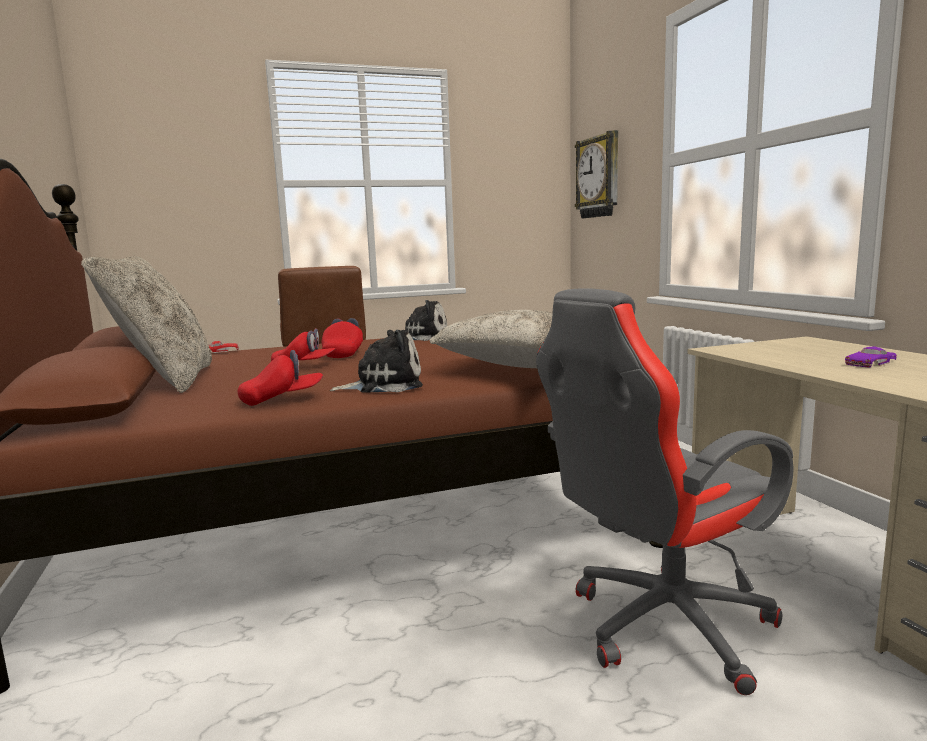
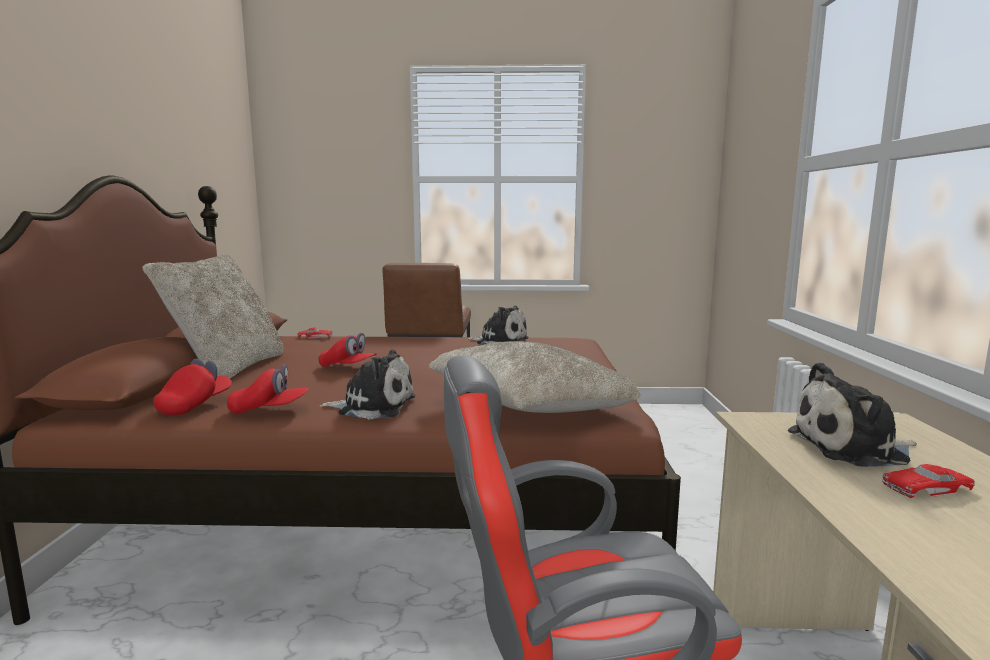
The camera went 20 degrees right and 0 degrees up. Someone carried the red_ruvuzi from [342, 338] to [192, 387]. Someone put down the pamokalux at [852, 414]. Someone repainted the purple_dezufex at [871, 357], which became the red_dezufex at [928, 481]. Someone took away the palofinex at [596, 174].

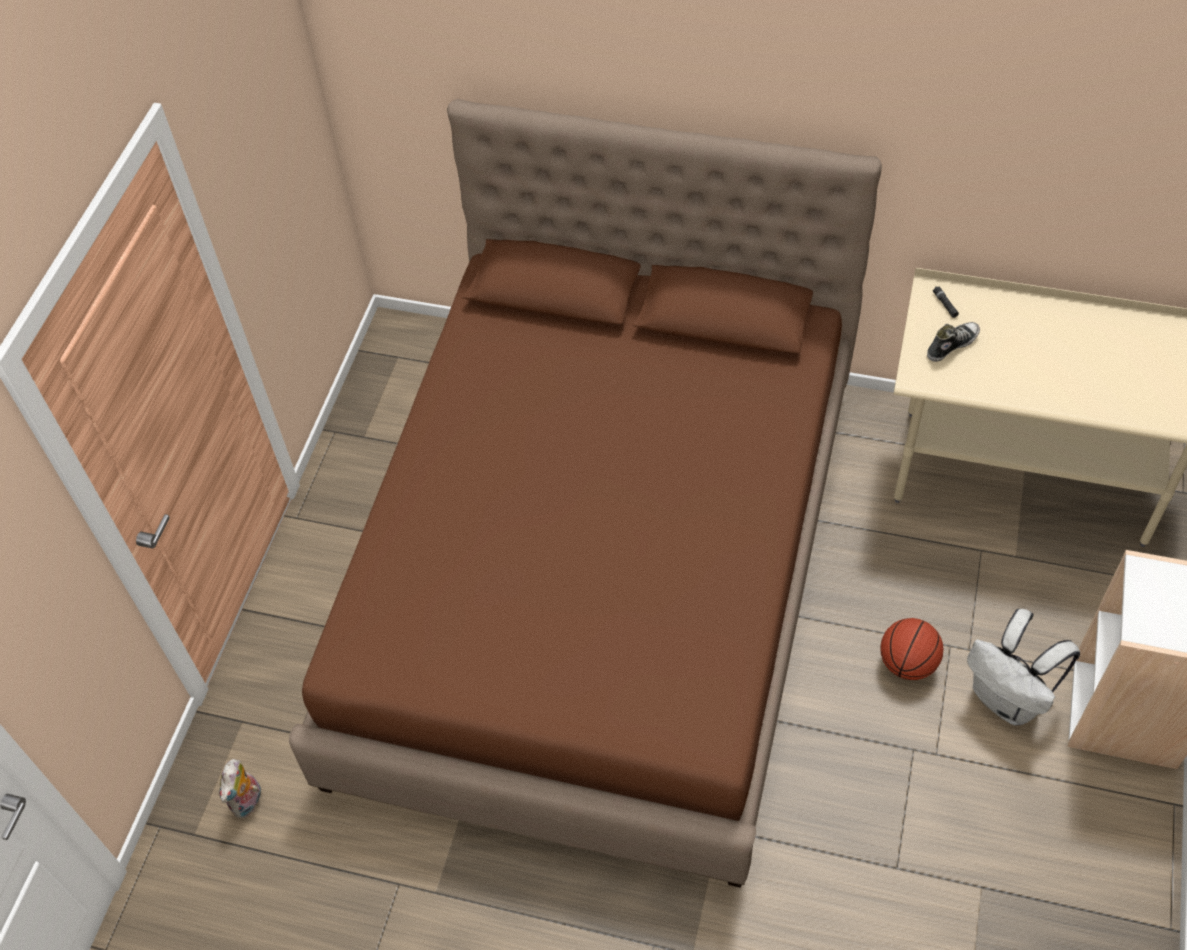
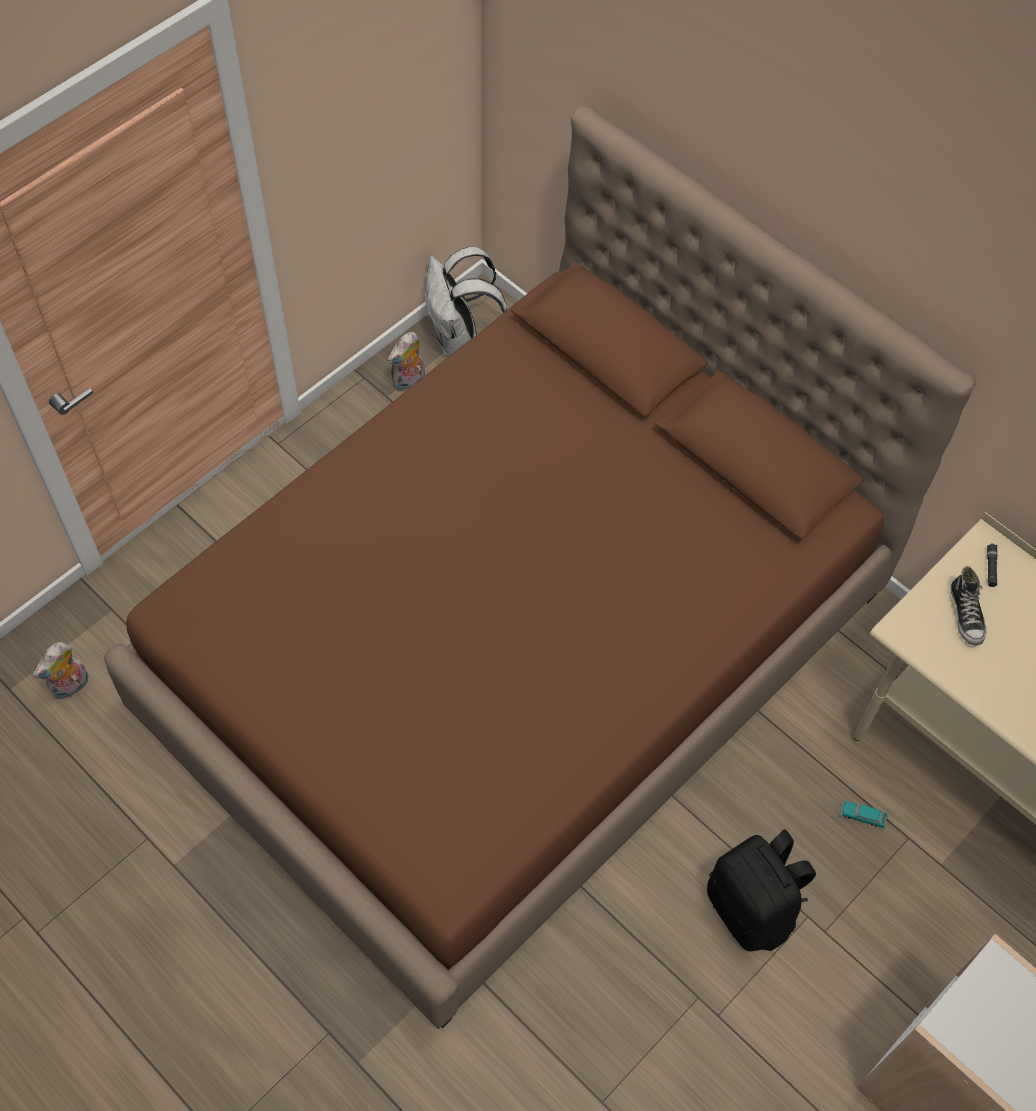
The camera went 25 degrees right and 5 degrees up. Someone put down the pamokalux at [406, 362]. Someone carried the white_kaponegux from [1023, 667] to [466, 301]. Someone swapped the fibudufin at [912, 649] for the black_kaponegux at [761, 890]. Someone put down the dezufex at [863, 815]. Someone rotated the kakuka at [953, 342] by 90 degrees clockwise.

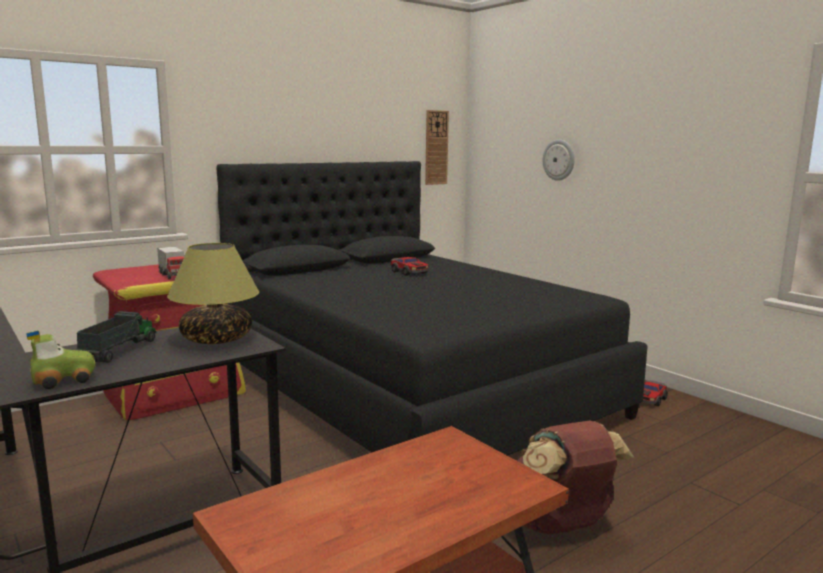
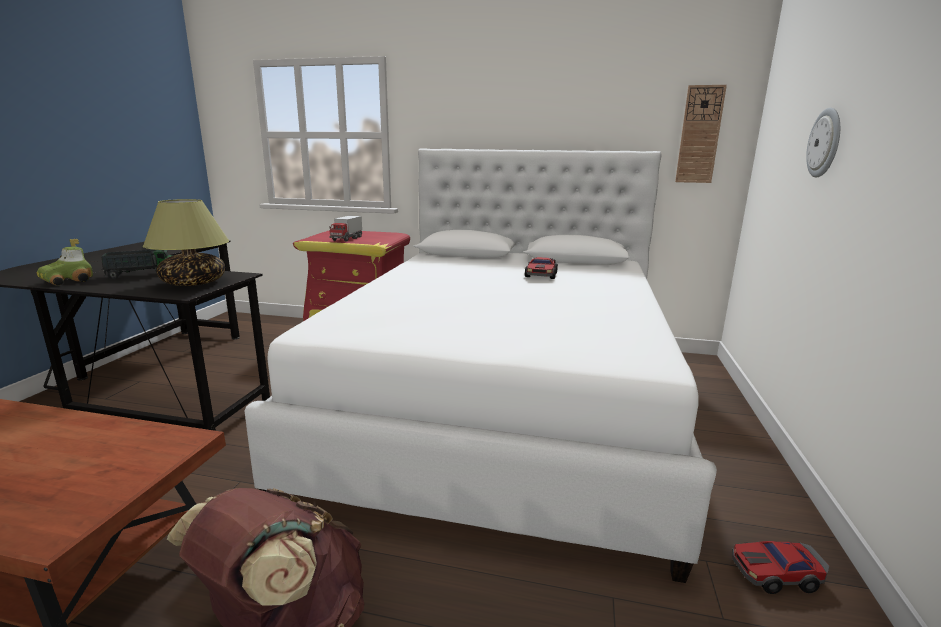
The camera went 50 degrees right and 5 degrees up. Someone rotated the dezufex at [61, 359] by 105 degrees clockwise. Someone repainted the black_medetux at [432, 308], which became the white_medetux at [481, 365].

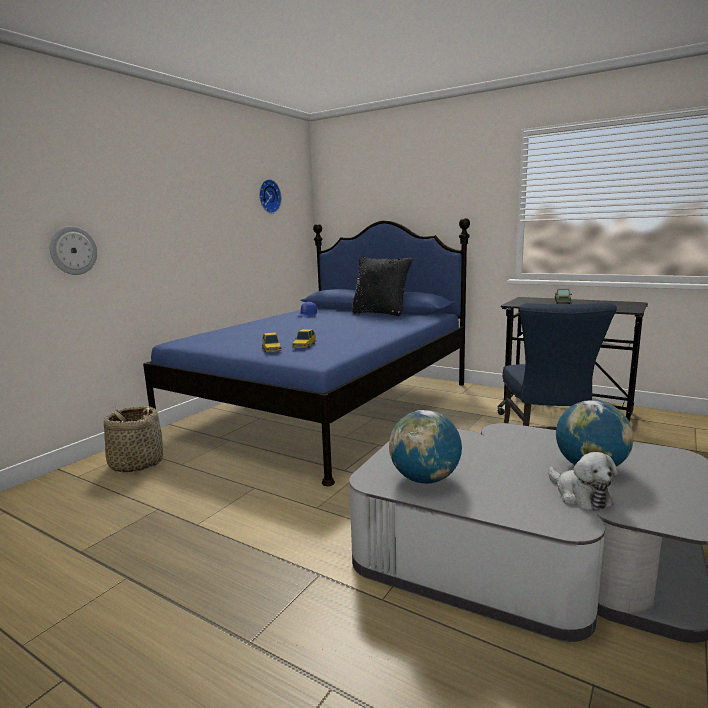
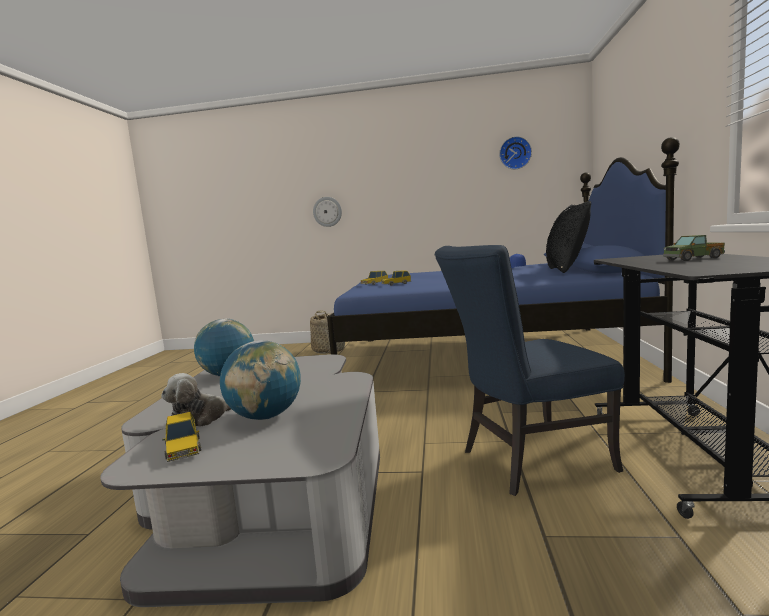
The camera went 65 degrees right and 5 degrees down. Someone put down the dezufex at [181, 437].

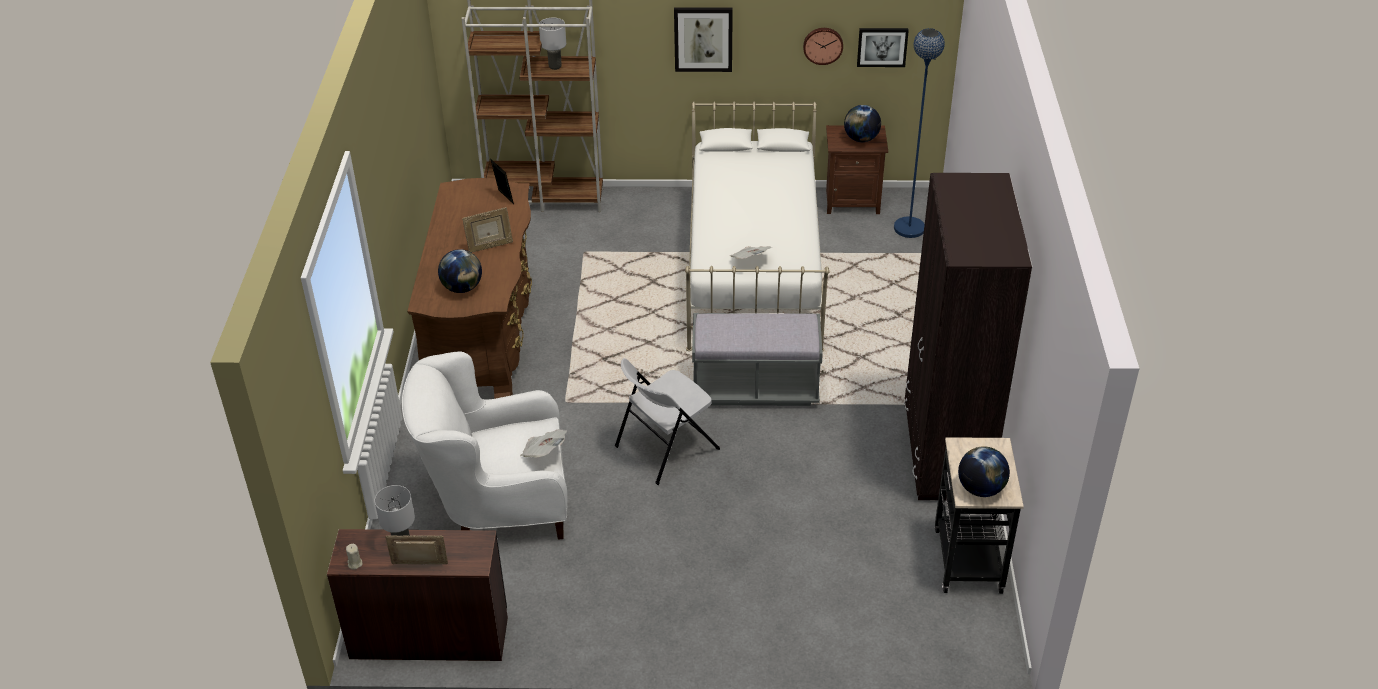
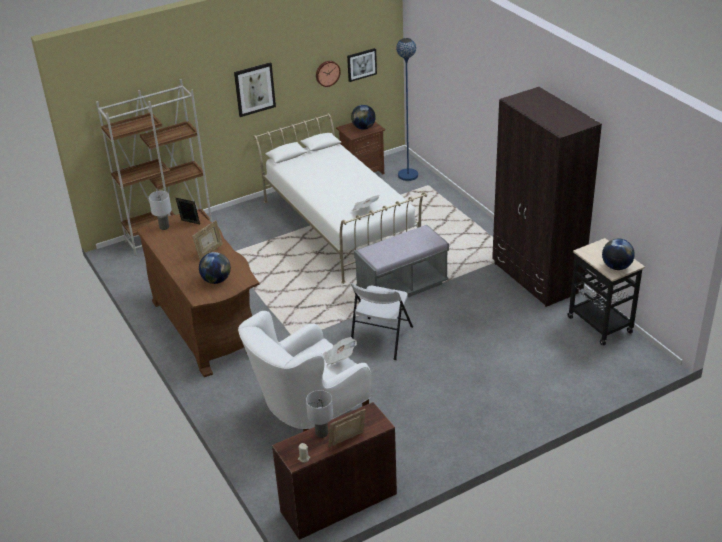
The camera went 30 degrees left and 5 degrees down. Someone carried the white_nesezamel from [552, 44] to [160, 210].

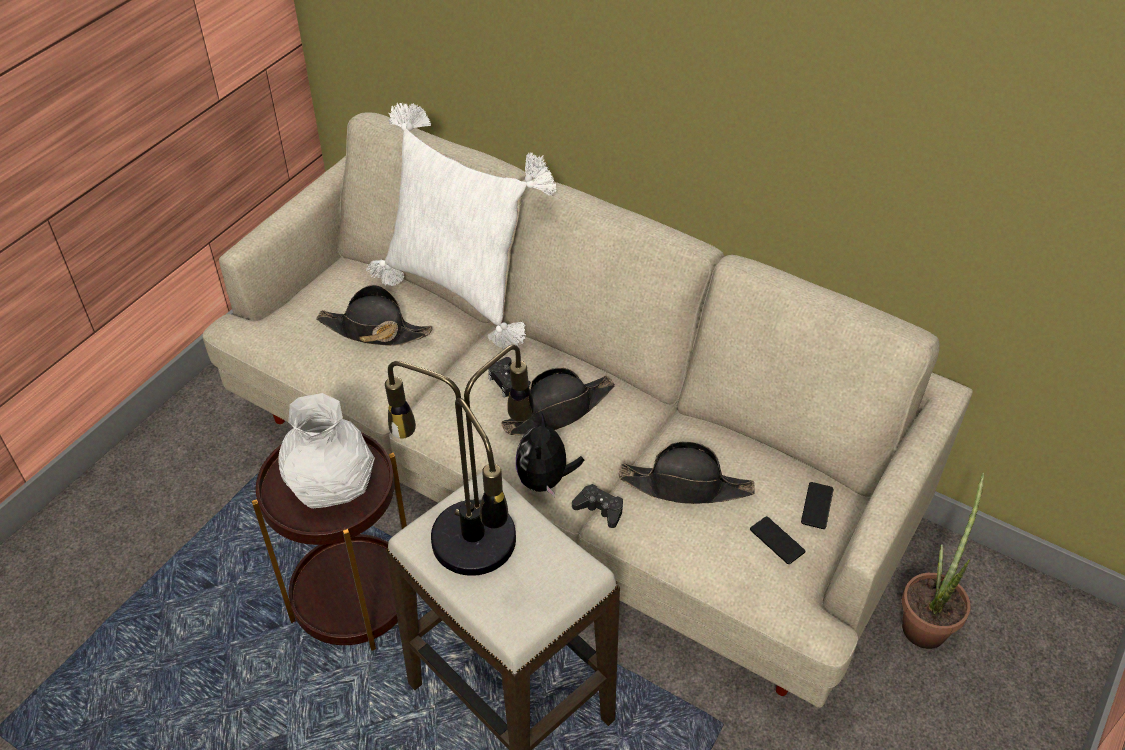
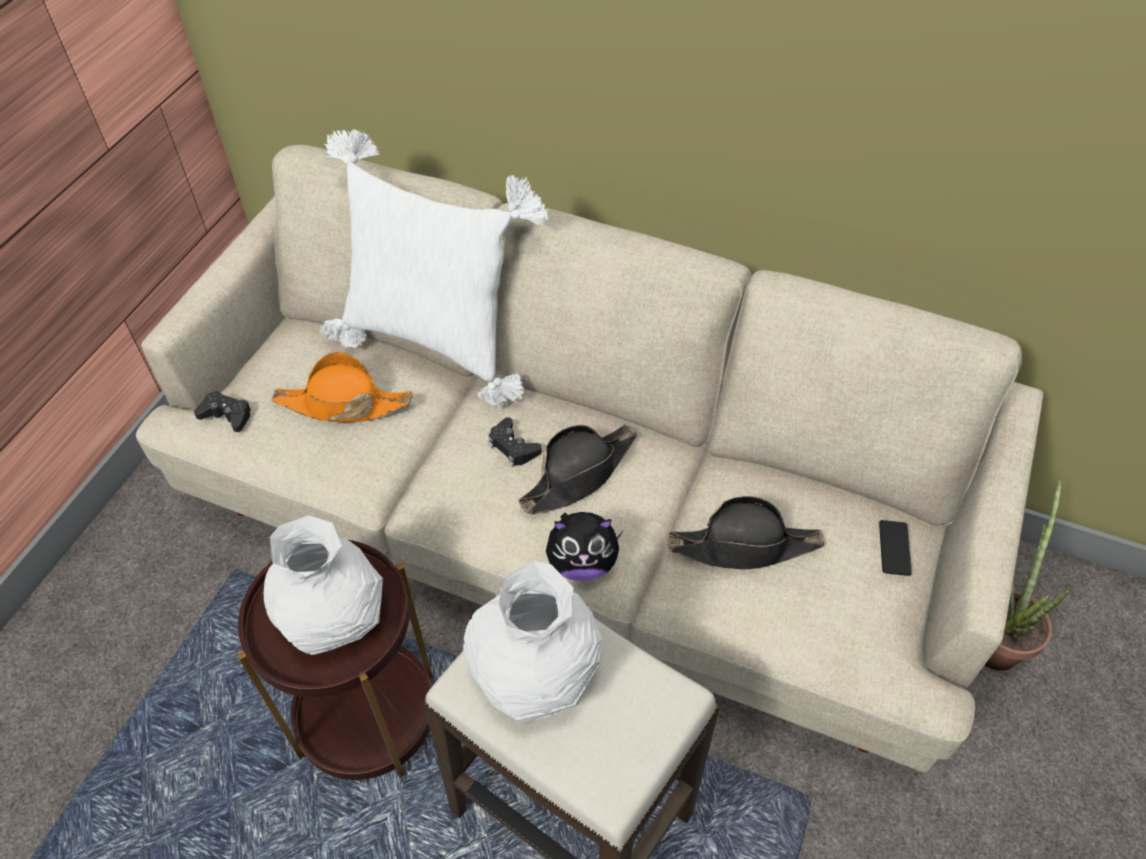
The camera went 10 degrees left and 5 degrees up. Someone carried the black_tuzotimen from [597, 506] to [222, 411]. Someone repainted the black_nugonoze at [374, 315], which became the orange_nugonoze at [342, 387]. Someone swapped the nesezamel at [459, 460] for the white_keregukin at [533, 642]. Someone rotated the pamokalux at [550, 455] by 90 degrees counterclockwise. Someone took away the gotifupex at [778, 540].

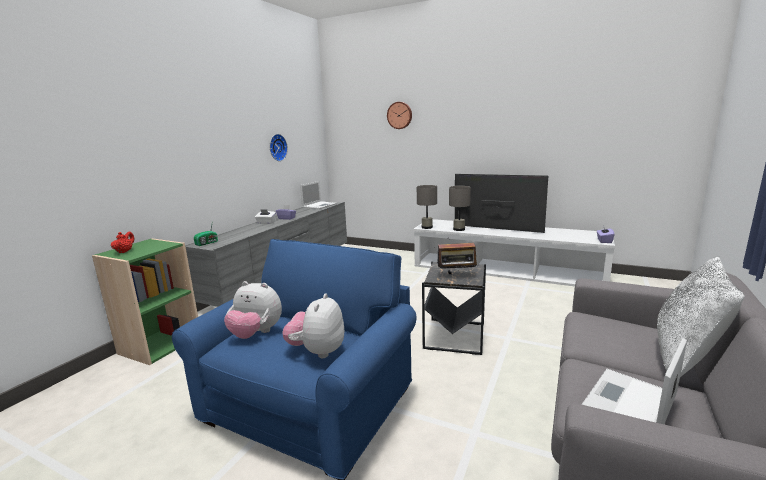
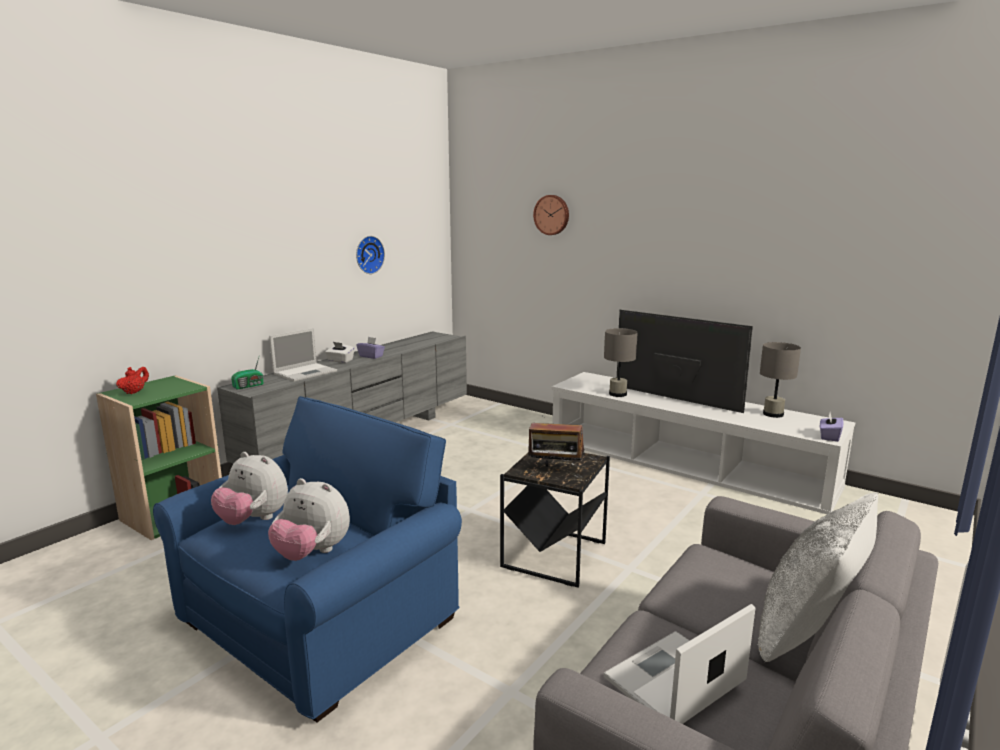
The camera went 10 degrees right and 0 degrees up. Someone rotated the pamokalux at [313, 325] by 90 degrees counterclockwise. Someone carried the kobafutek from [318, 195] to [303, 355]. Someone carried the grey_nesezamel from [427, 207] to [780, 380].

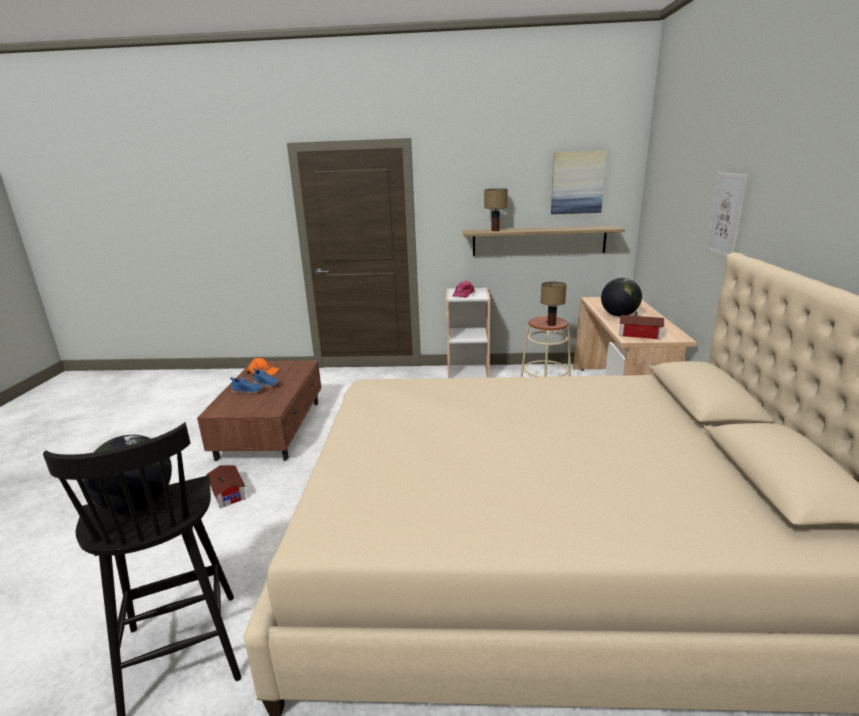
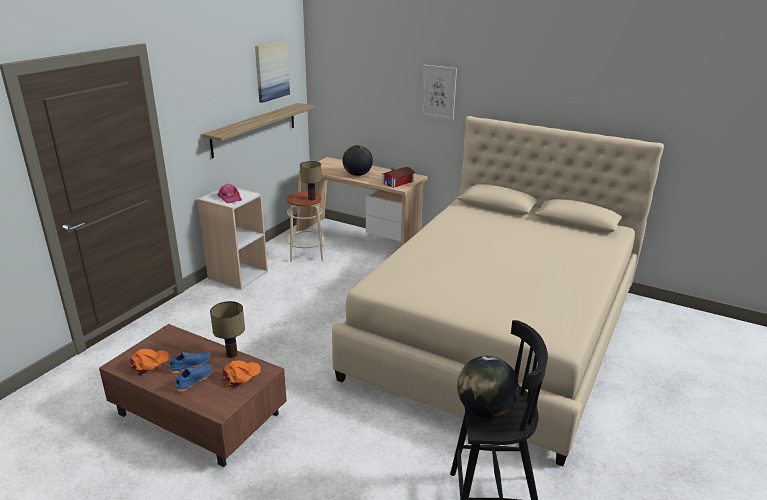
The camera went 65 degrees left and 5 degrees up. Someone carried the nesezamel from [496, 210] to [227, 329]. Someone put down the orange_ruvuzi at [242, 374]. Someone took away the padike at [226, 486].

